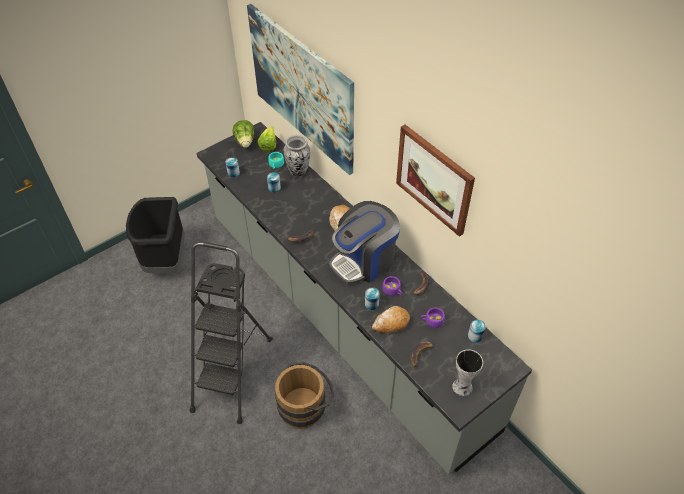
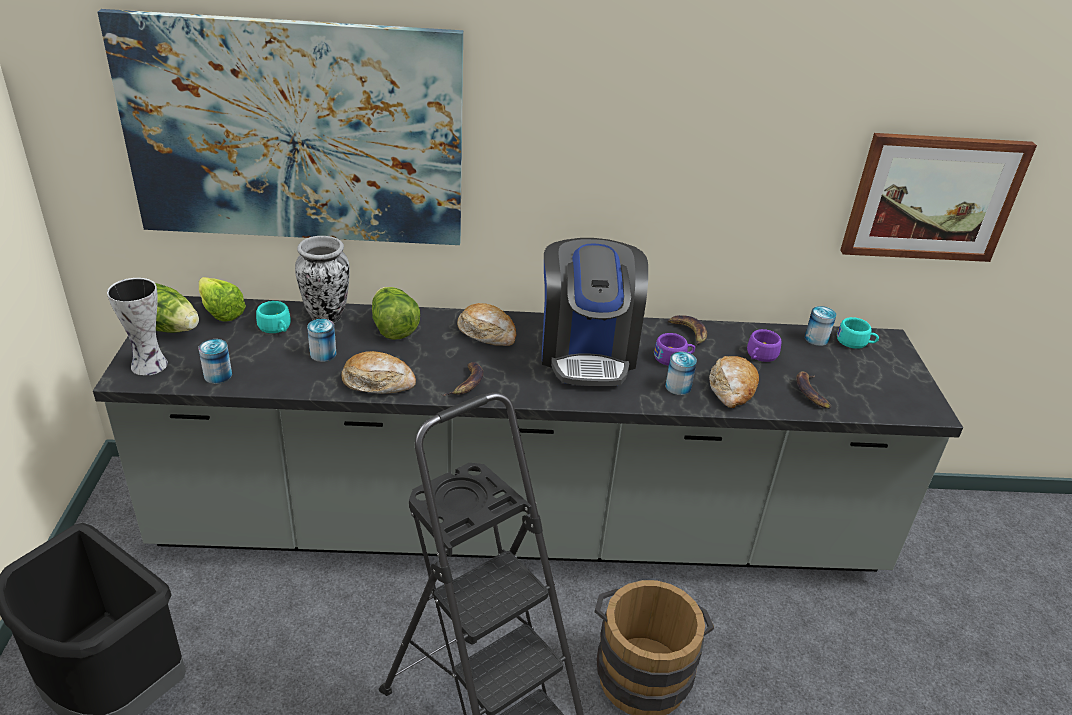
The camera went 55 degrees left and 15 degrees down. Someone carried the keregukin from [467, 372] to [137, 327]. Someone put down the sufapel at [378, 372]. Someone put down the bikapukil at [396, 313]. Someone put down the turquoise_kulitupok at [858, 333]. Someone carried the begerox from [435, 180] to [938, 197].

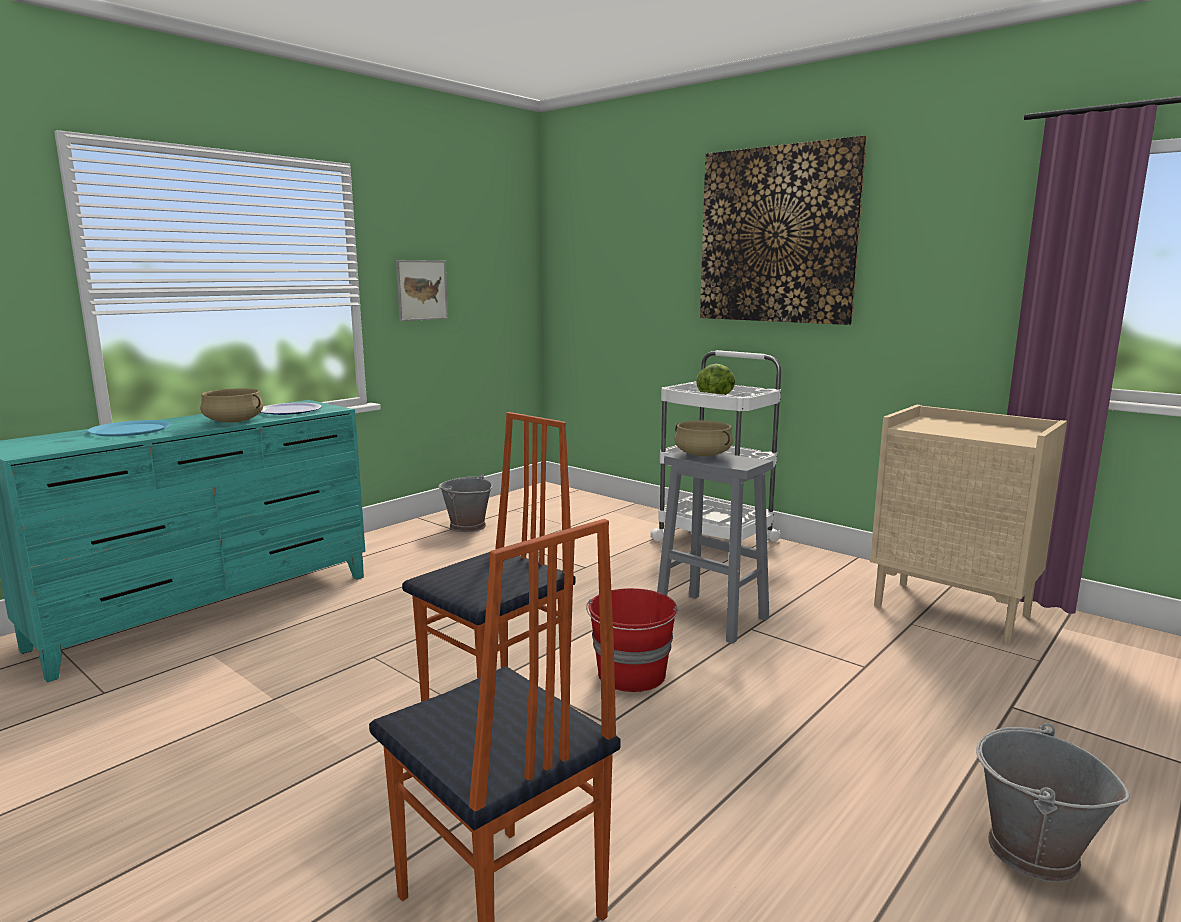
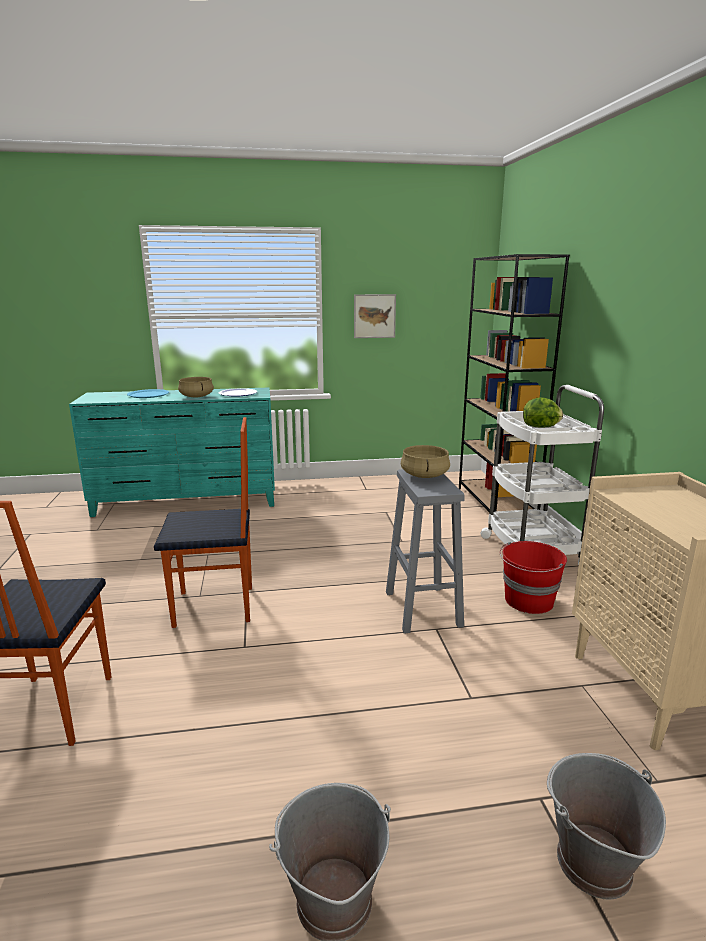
The camera went 40 degrees right and 5 degrees up. Someone put down the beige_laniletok at [514, 383]. Someone carried the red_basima from [632, 640] to [533, 577]. Someone carried the grey_basima from [465, 502] to [606, 826]. Someone took away the begerox at [783, 230].

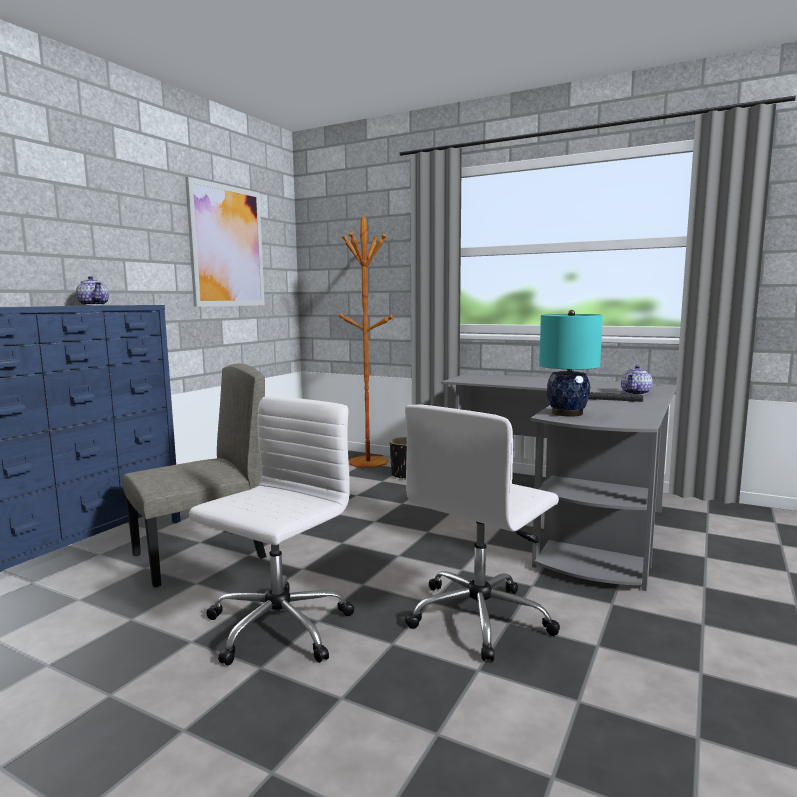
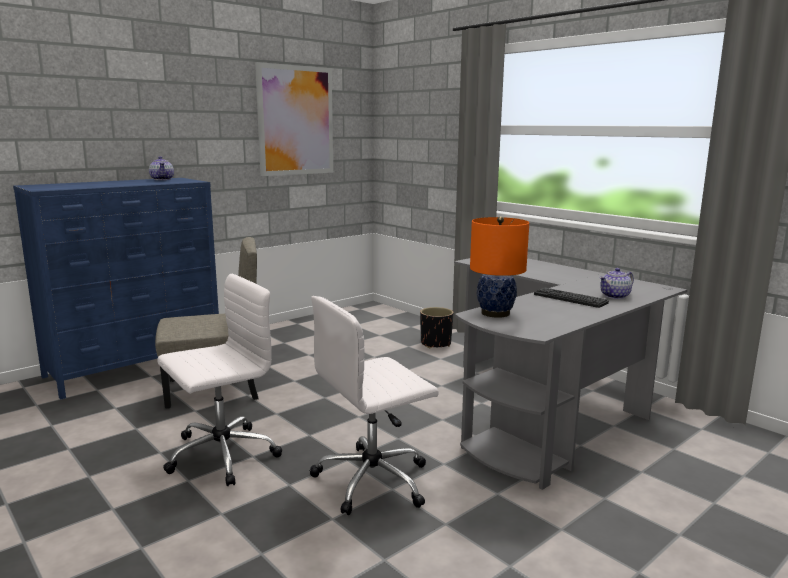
The camera went 20 degrees right and 5 degrees up. Someone repainted the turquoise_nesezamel at [571, 363], which became the orange_nesezamel at [499, 267]. Someone took away the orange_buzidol at [366, 342].

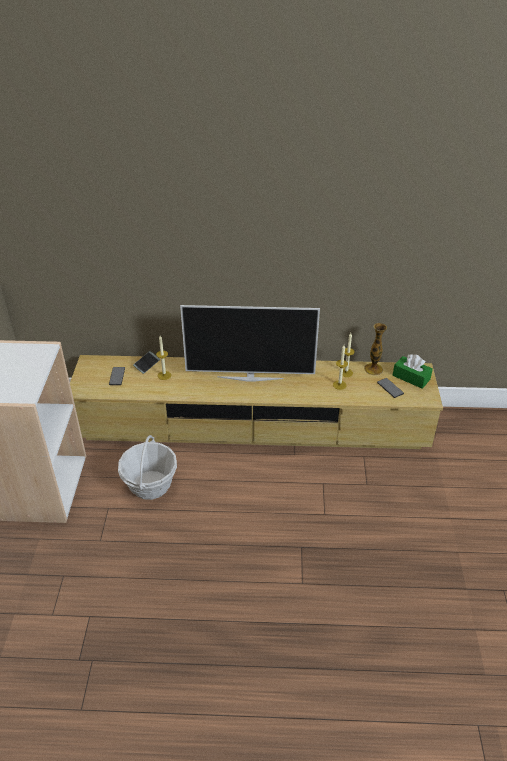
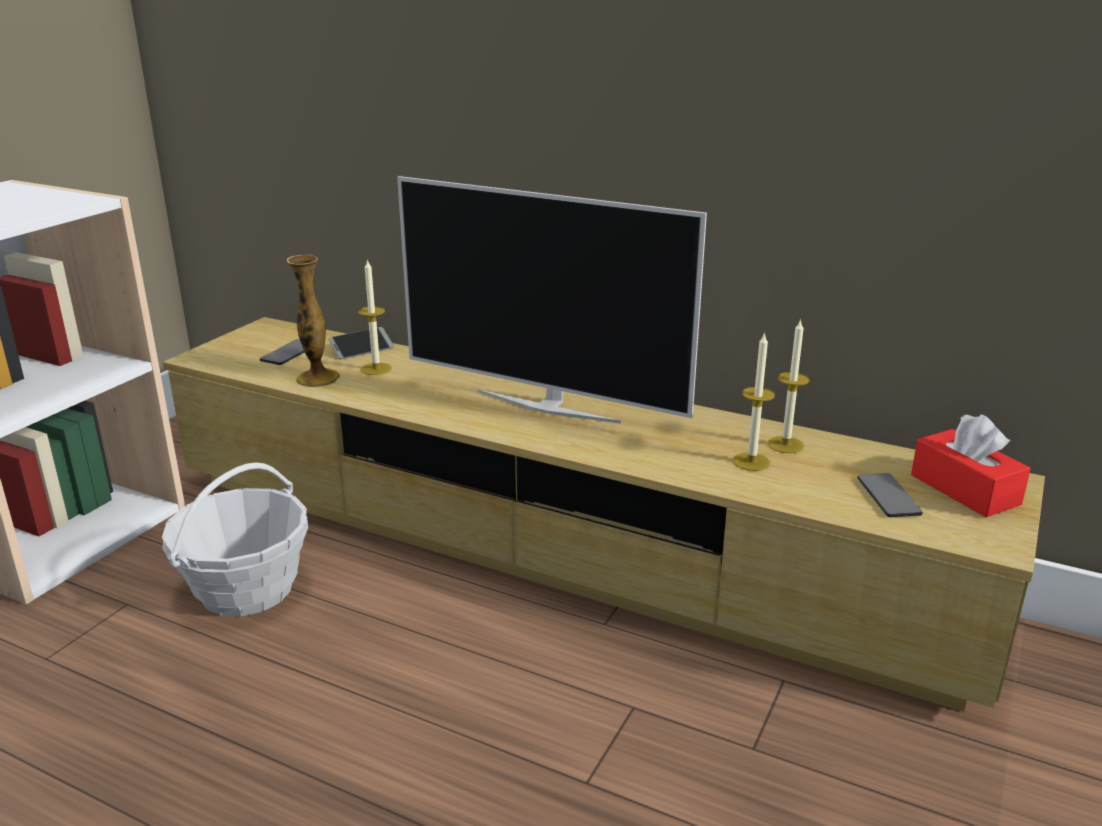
The camera went 25 degrees right and 15 degrees down. Someone carried the keregukin from [375, 349] to [313, 321]. Someone repainted the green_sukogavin at [413, 371], which became the red_sukogavin at [971, 465].

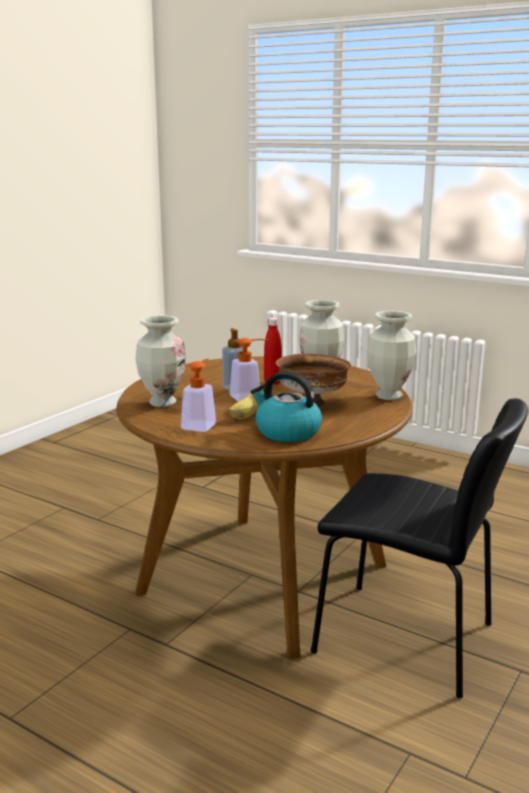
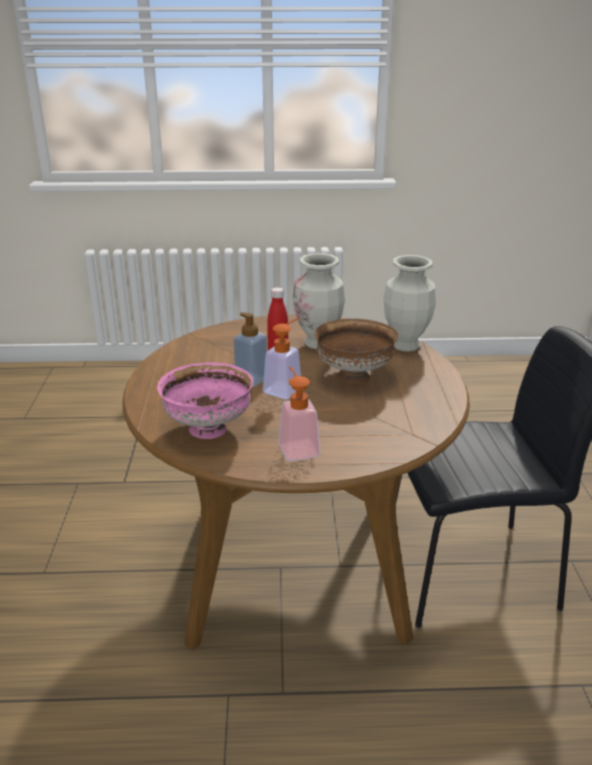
The camera went 35 degrees left and 10 degrees up. Someone swapped the keregukin at [160, 361] for the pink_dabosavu at [205, 401]. Someone took away the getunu at [243, 406]. Someone took away the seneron at [286, 406].

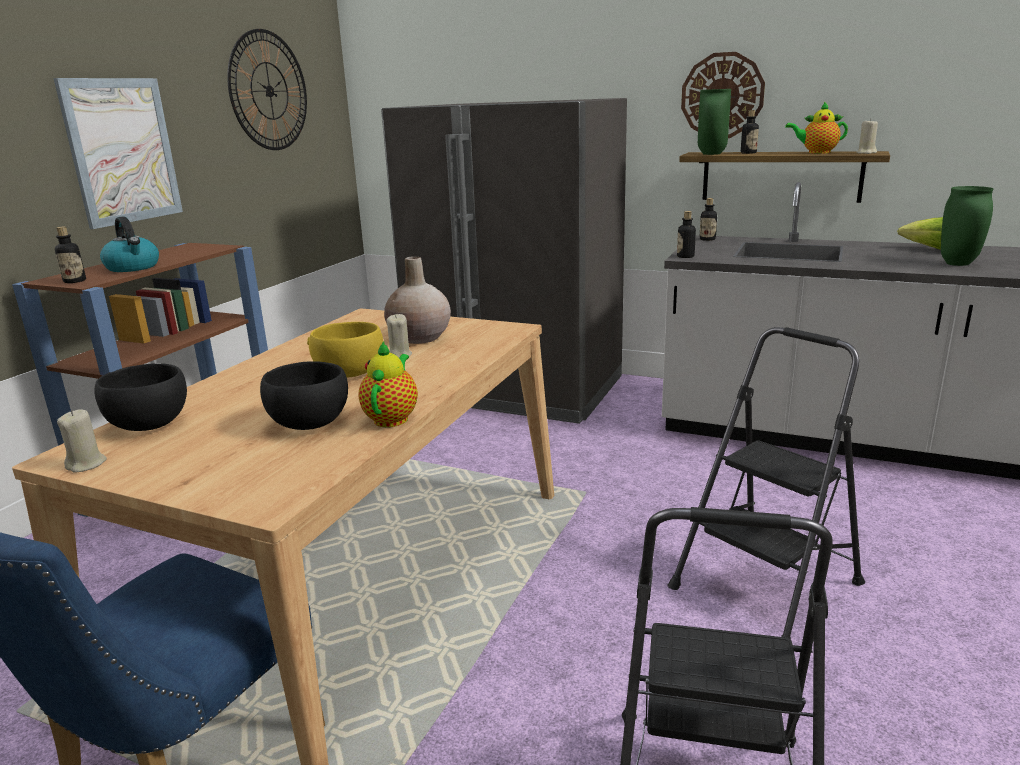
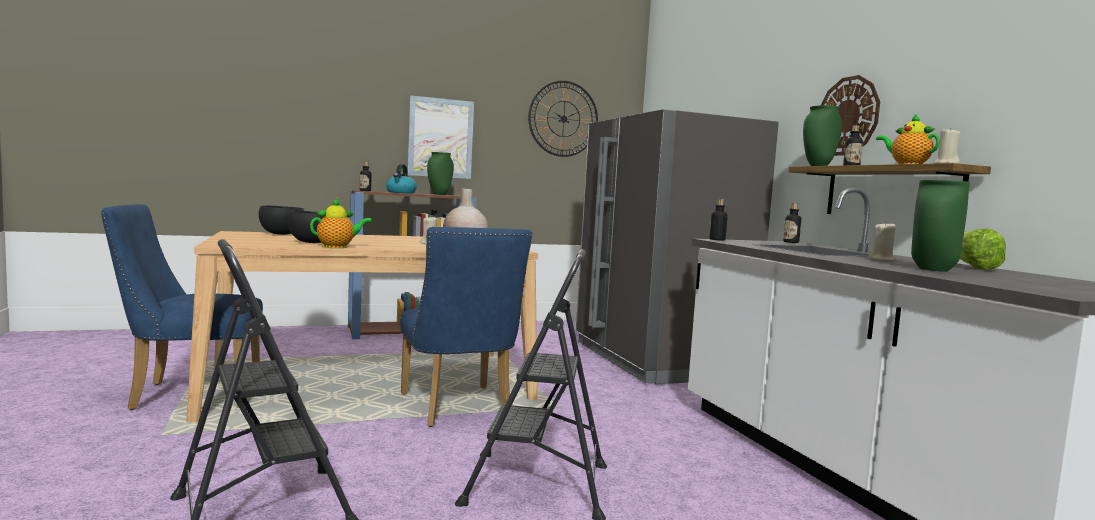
The camera went 45 degrees right and 15 degrees down. Someone put down the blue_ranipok at [466, 327]. Someone put down the green_keregukin at [440, 173]. Someone carried the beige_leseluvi from [82, 440] to [882, 241]. Someone took away the yellow_dabosavu at [345, 349].

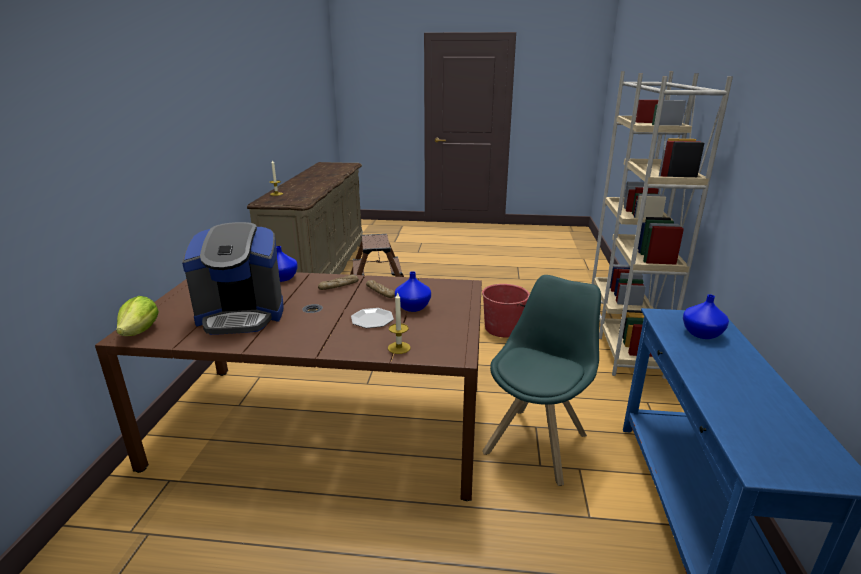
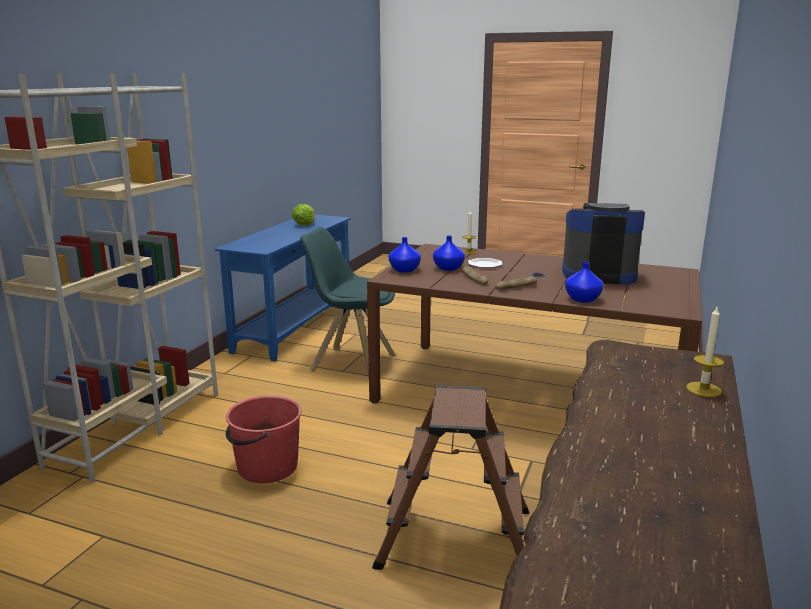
The camera went 165 degrees left and 5 degrees down. Someone carried the bikapukil from [137, 316] to [303, 214]. Someone rotated the turquoise_ranipok at [541, 380] by 60 degrees clockwise. Someone carried the blue_keregukin from [706, 316] to [405, 255].

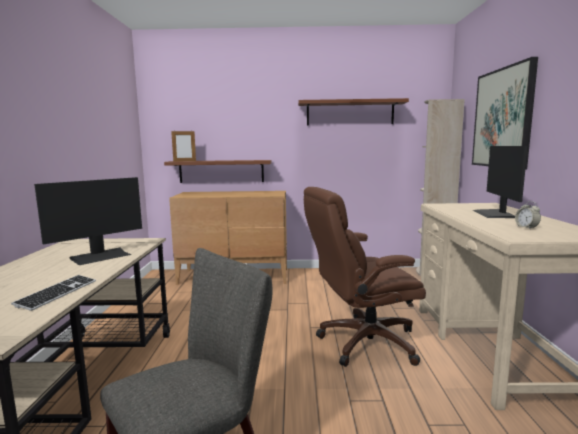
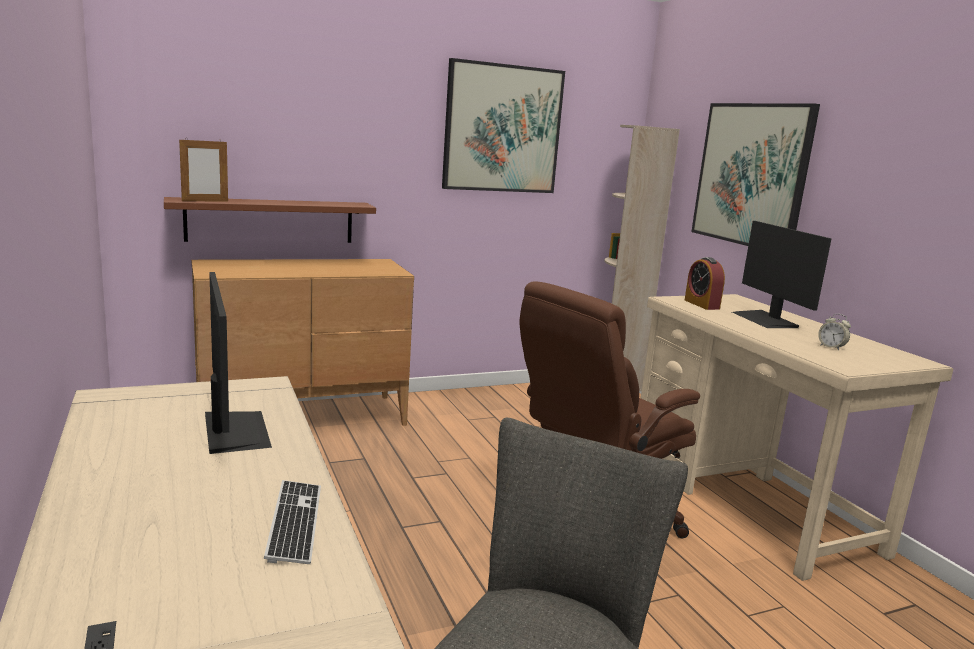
The camera went 25 degrees left and 5 degrees up. Someone rotated the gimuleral at [88, 221] by 45 degrees counterclockwise. Someone swapped the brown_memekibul at [353, 112] for the begerox at [503, 125]. Someone put down the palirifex at [705, 283].

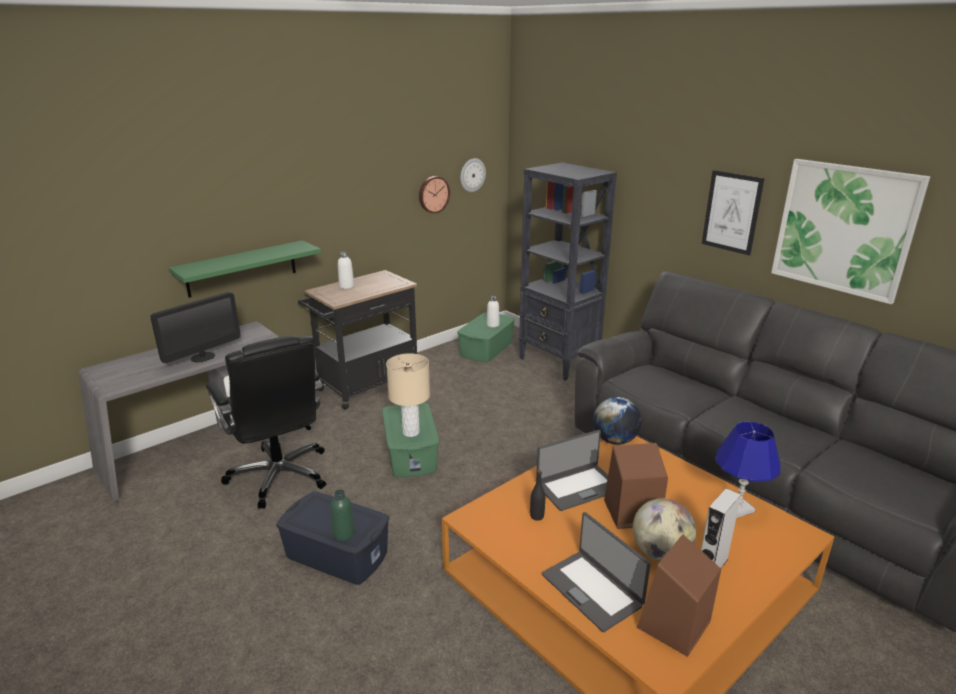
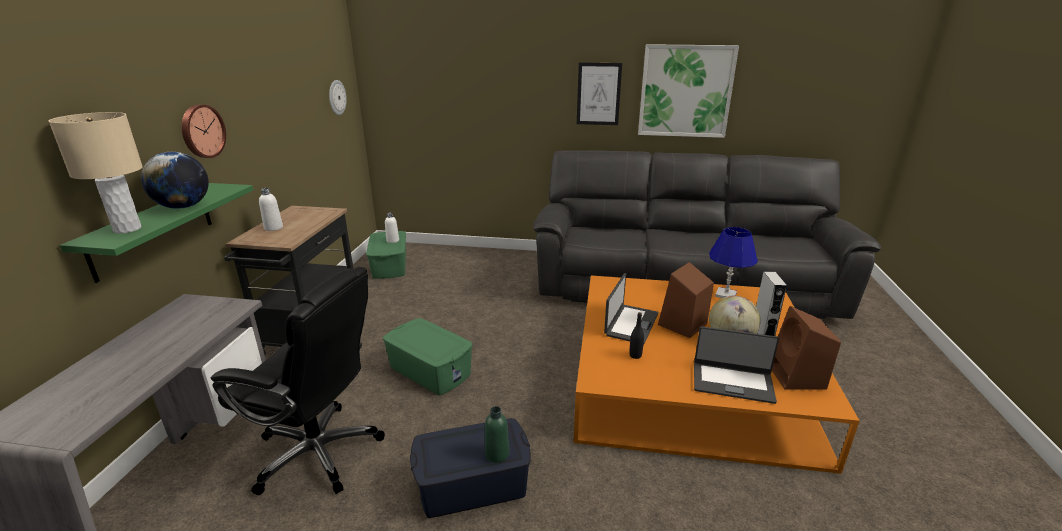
The camera went 40 degrees left and 0 degrees up. Someone carried the beige_nesezamel from [408, 395] to [96, 173]. Someone carried the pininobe from [617, 421] to [175, 180]. Someone carried the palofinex from [434, 194] to [204, 131]. Someone took away the gimuleral at [195, 327]. Someone took away the black_laniletok at [568, 271].

